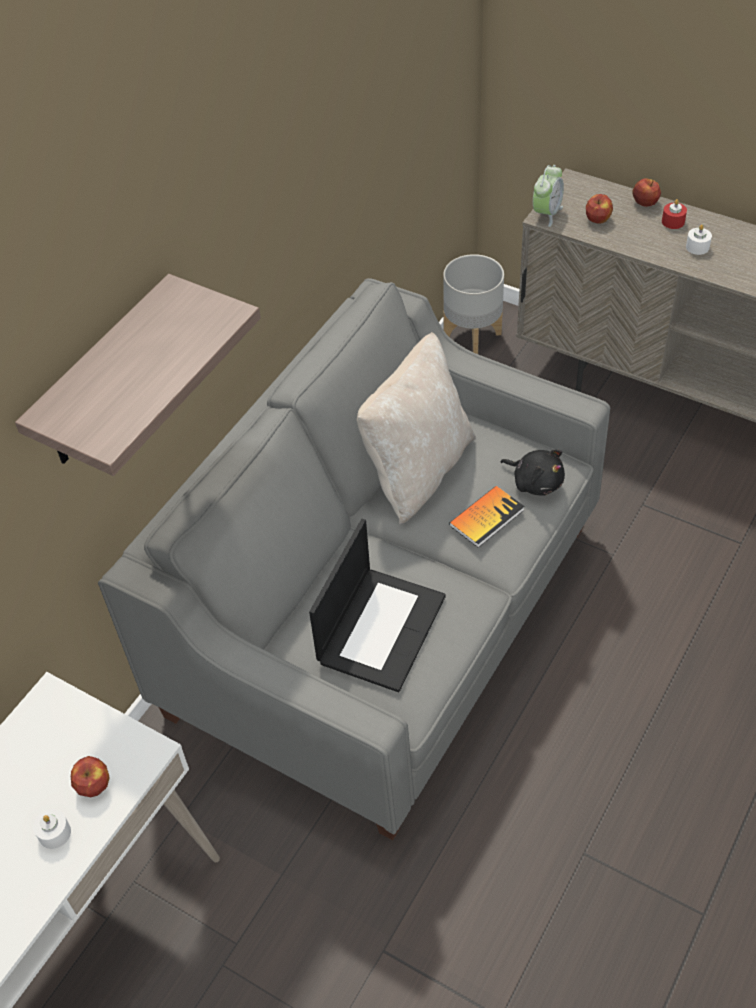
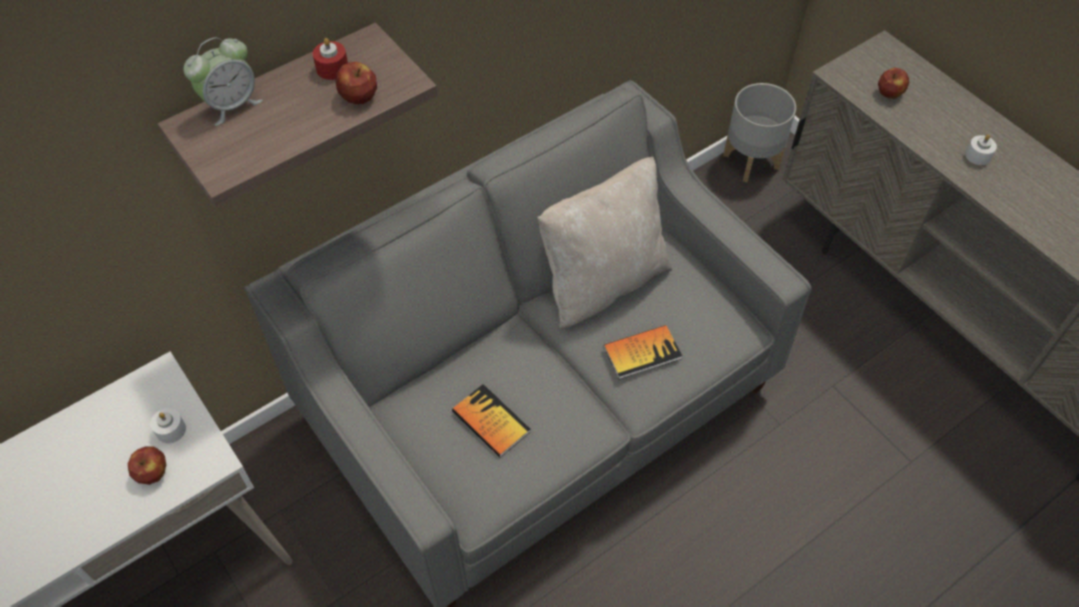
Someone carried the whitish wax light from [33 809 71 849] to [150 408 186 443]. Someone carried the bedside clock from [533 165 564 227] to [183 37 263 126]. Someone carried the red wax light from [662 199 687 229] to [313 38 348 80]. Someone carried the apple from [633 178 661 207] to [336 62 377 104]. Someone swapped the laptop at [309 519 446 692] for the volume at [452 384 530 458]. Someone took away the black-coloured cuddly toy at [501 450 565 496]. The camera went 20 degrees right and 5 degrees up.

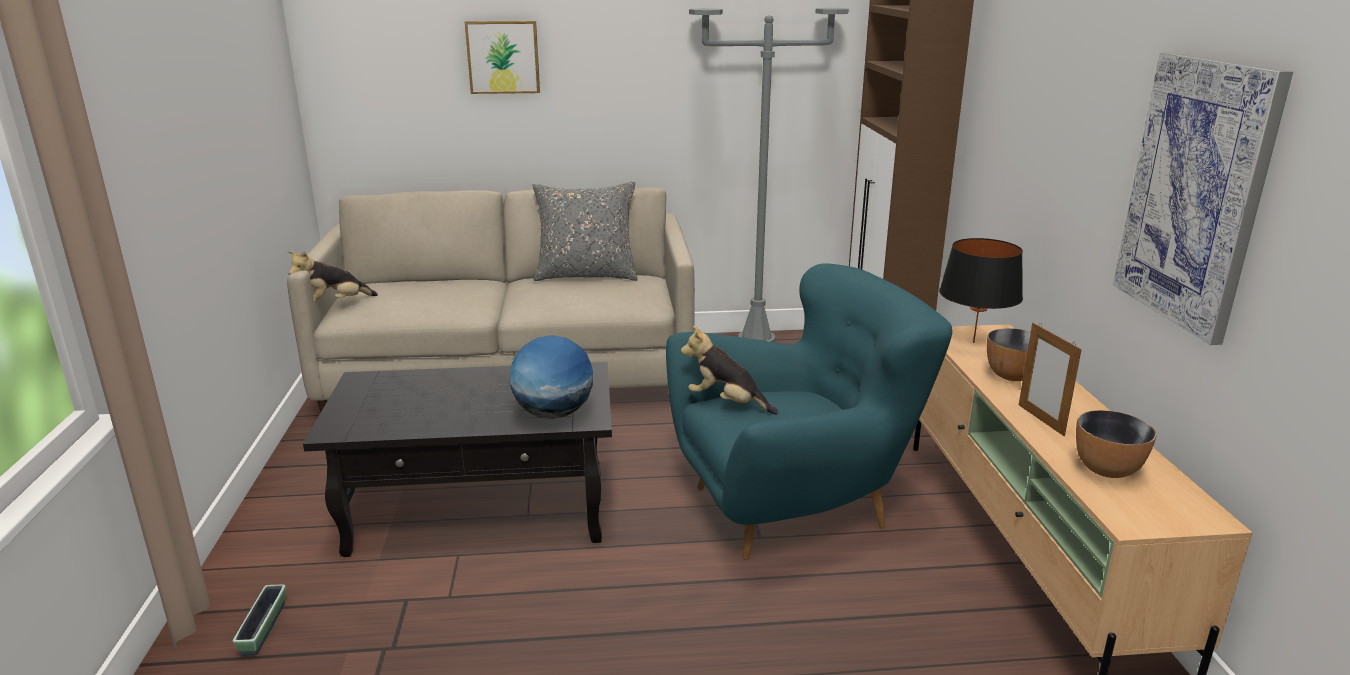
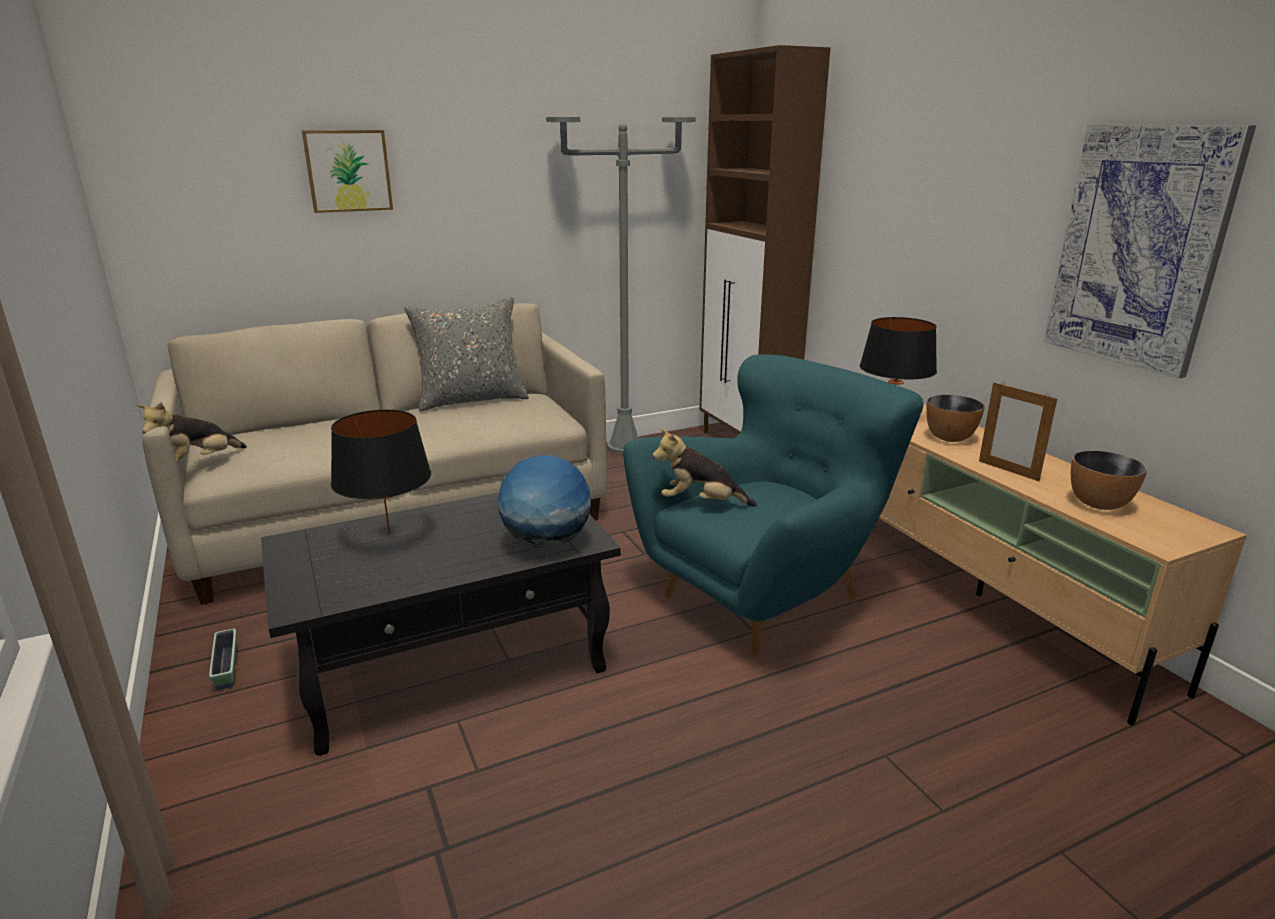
Someone carried the planter from [233 585 286 656] to [209 629 237 690]. Someone put down the black-coloured tabletop lamp at [331 410 431 535]. The camera went 20 degrees left and 0 degrees up.

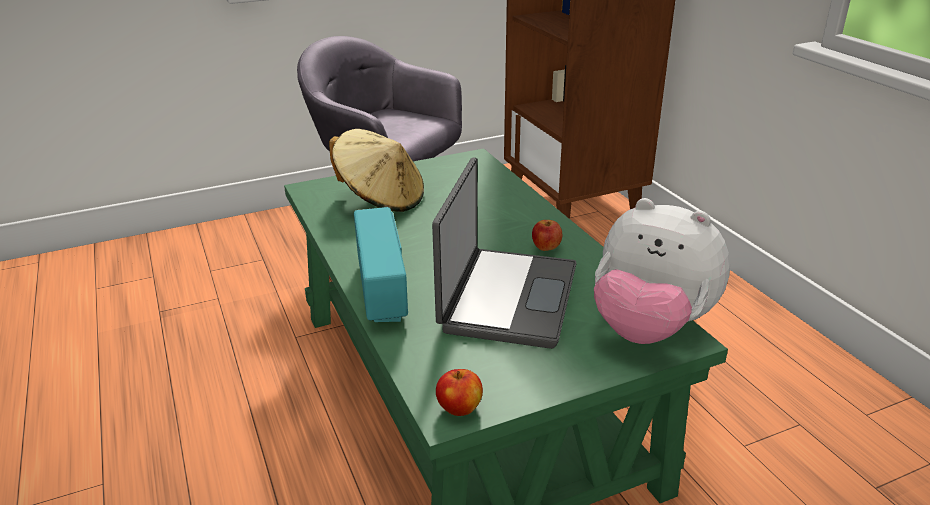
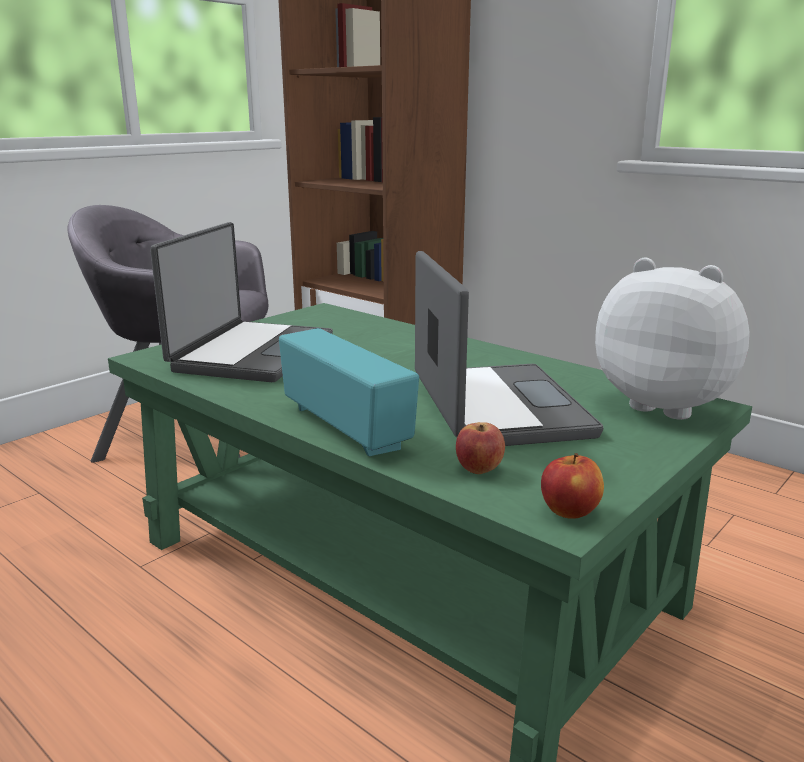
Someone swapped the sand-coloured hat at [329 129 424 212] for the laptop at [150 222 333 382]. Someone carried the apple from [532 220 562 251] to [456 422 505 474]. Someone rotated the cuddly toy at [594 198 730 344] by 150 degrees counterclockwise. The camera went 25 degrees left and 10 degrees down.

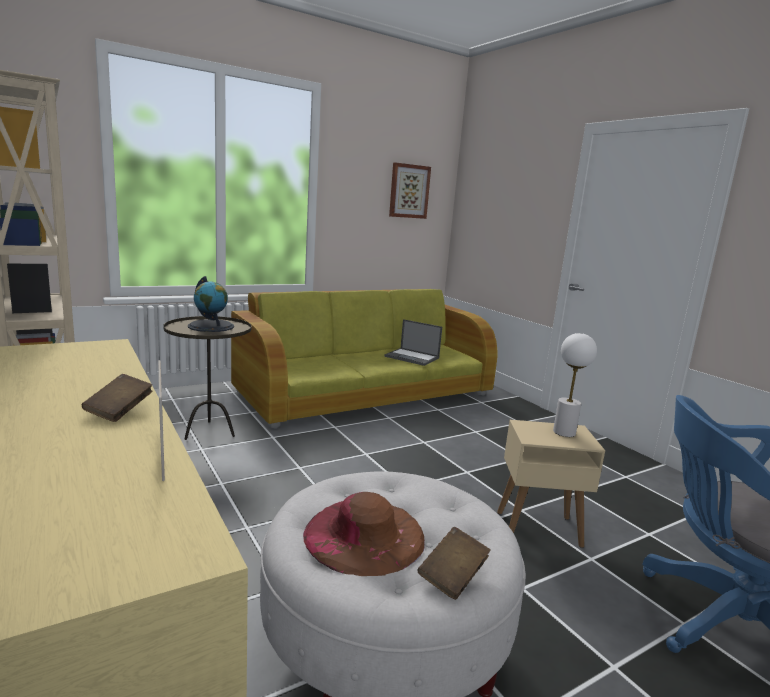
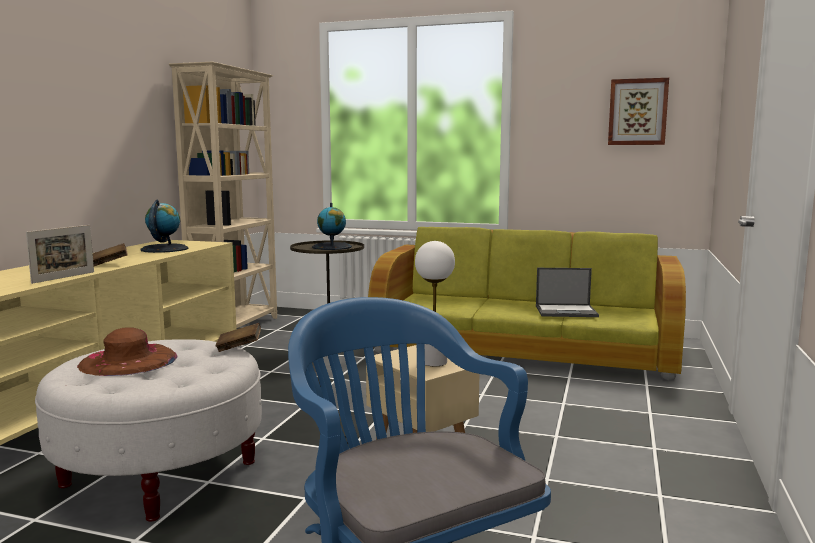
Someone put down the world globe at [140 200 189 253]. Someone carried the brown volume from [417 527 491 600] to [215 323 261 352]. Someone rotated the laptop at [384 319 442 366] by 75 degrees counterclockwise. The camera went 50 degrees right and 5 degrees down.

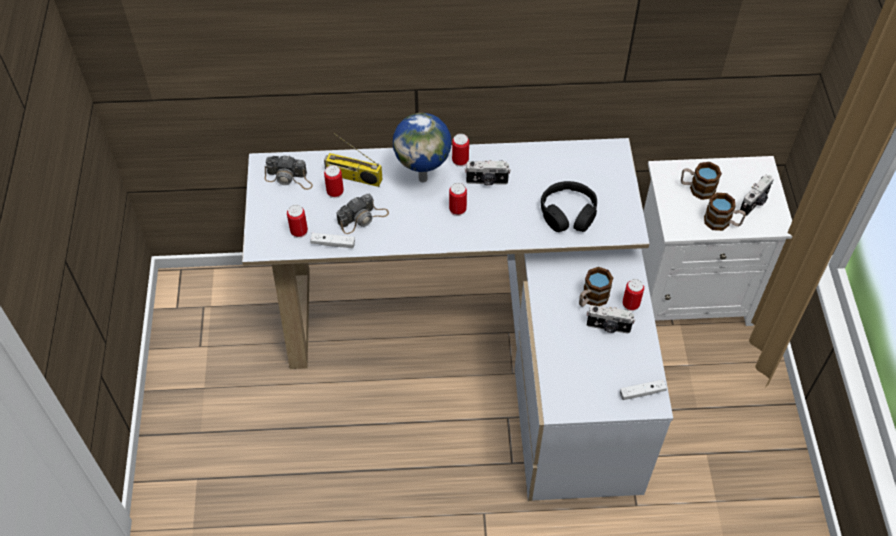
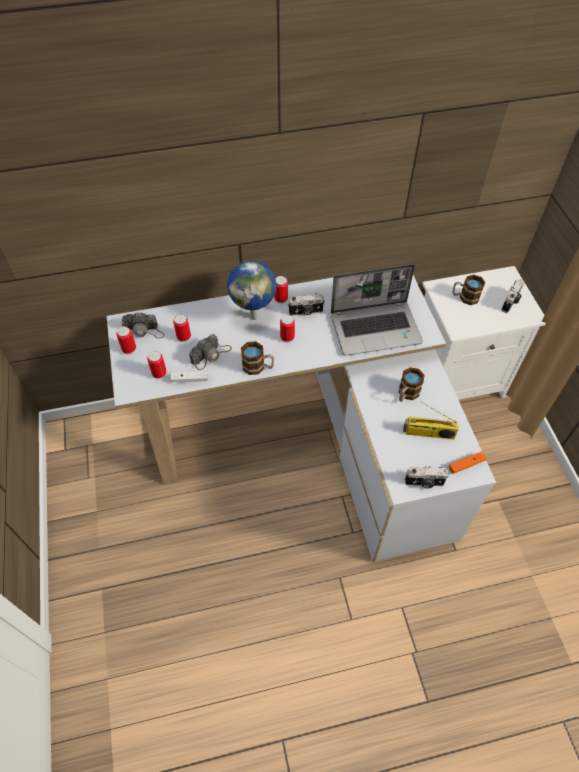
Someone carried the sealed can from [623 279 644 311] to [116 326 136 355]. Someone carried the tea mug from [704 193 746 231] to [241 341 274 375]. Someone swapped the black-coloured pair of headphones at [541 181 597 232] for the laptop at [331 264 423 356]. Someone carried the radio from [324 133 382 187] to [403 402 458 439]. Someone carried the photo camera from [587 305 635 334] to [405 466 449 489]. Someone repainted the whitish game controller at [620 379 667 400], which became the orange-coloured game controller at [449 451 486 474]. The camera went 10 degrees left and 0 degrees up.

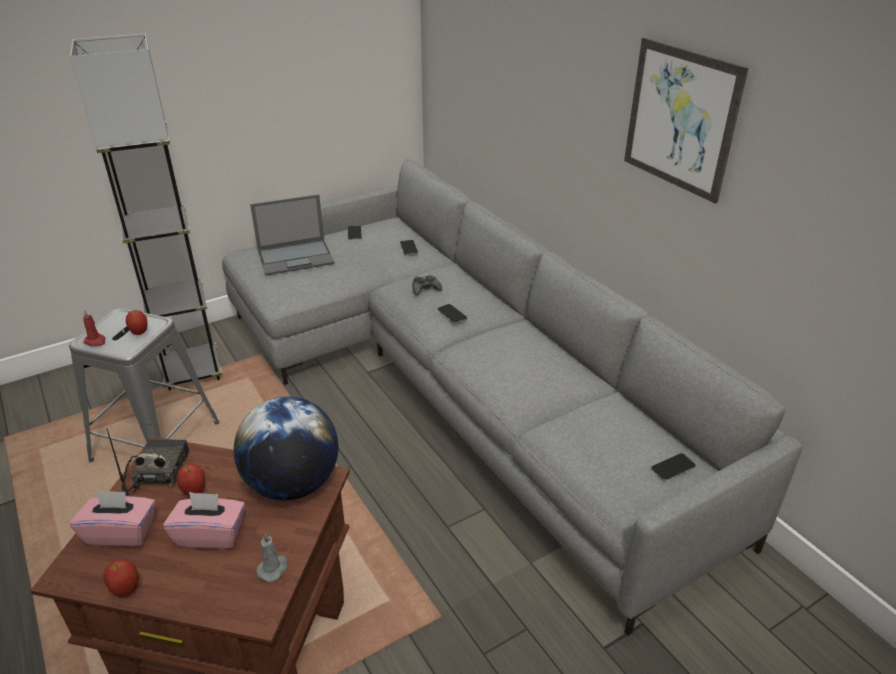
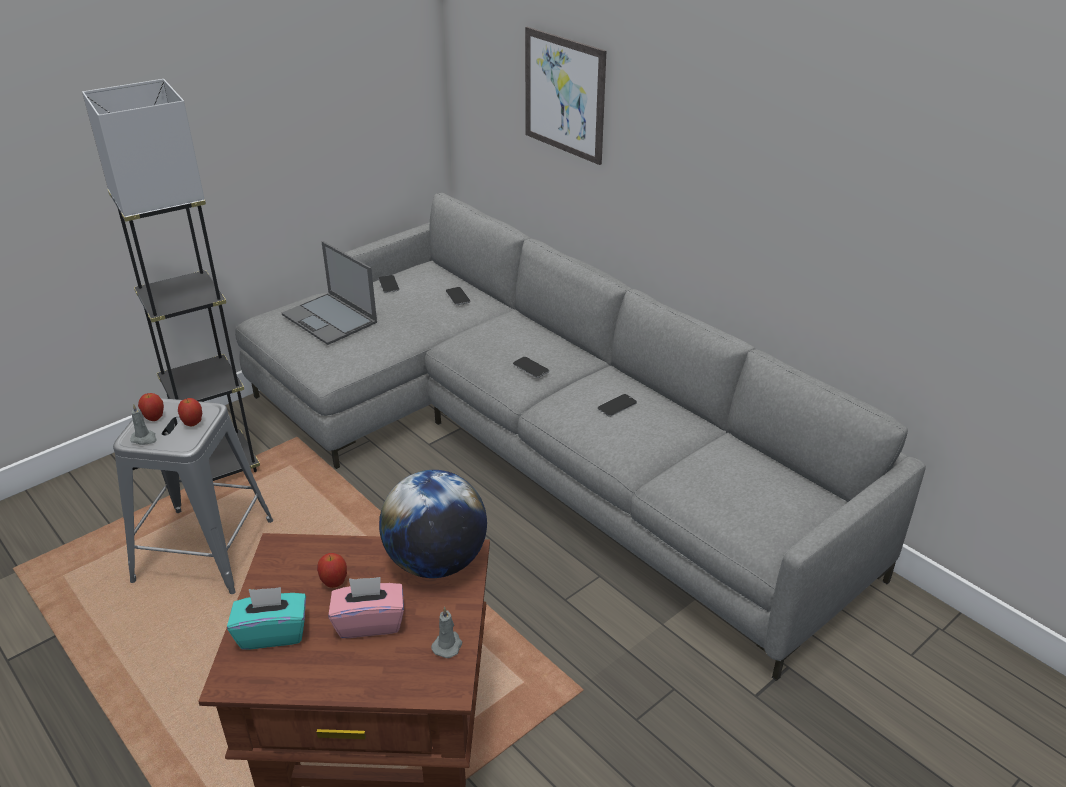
Someone repainted the red wax light at [83 310 105 346], which became the gray wax light at [130 403 157 445]. Someone carried the apple from [103 560 139 597] to [138 393 164 421]. Someone repainted the pink-coloured tissue box at [70 490 155 547], which became the turquoise-coloured tissue box at [227 587 306 650]. Someone rotated the laptop at [250 194 335 276] by 75 degrees clockwise. Someone carried the wall art from [624 38 748 204] to [525 27 606 165]. Someone carried the handset from [651 453 696 481] to [598 394 637 417]. Someone took away the radio at [106 428 189 495]. Someone took away the black-coloured game controller at [412 275 442 295]. The camera went 10 degrees left and 0 degrees up.

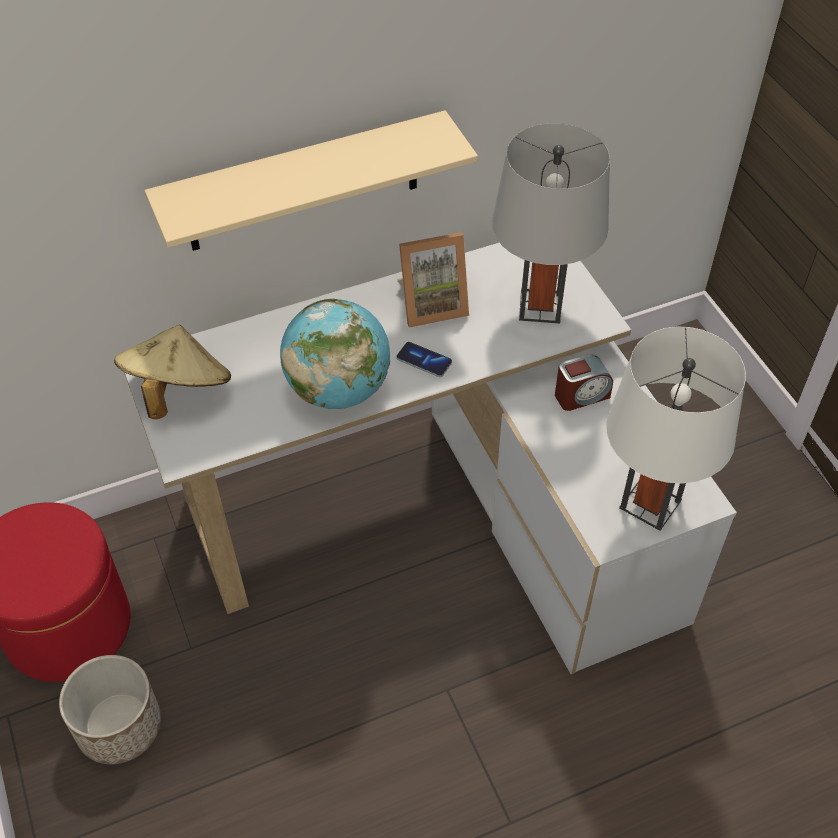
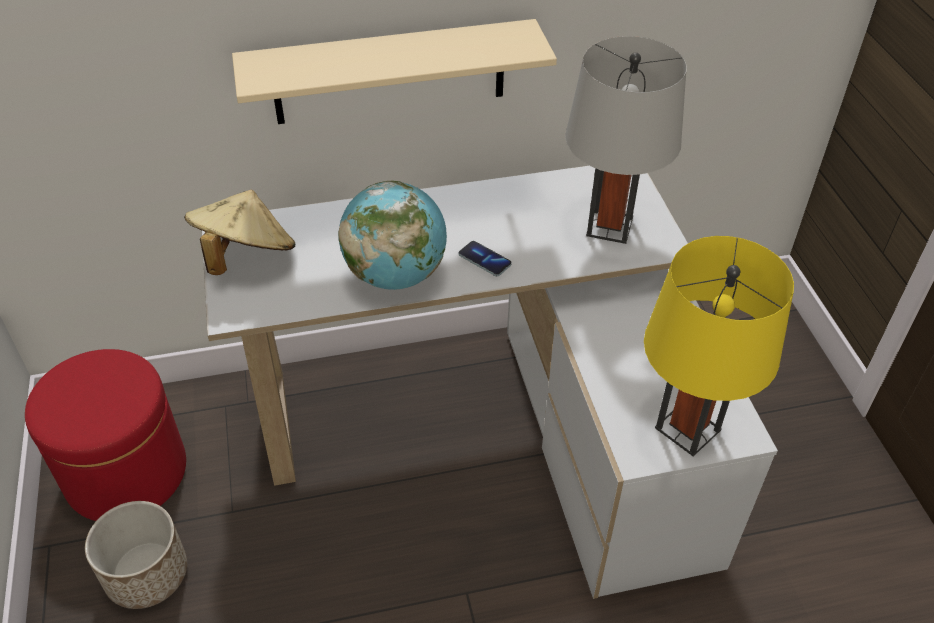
Someone repainted the whitish tabletop lamp at [606 326 746 531], which became the yellow tabletop lamp at [644 236 794 456]. Someone took away the picture frame at [397 232 469 328]. Someone took away the bedside clock at [555 355 613 411]. The camera went 10 degrees right and 5 degrees down.

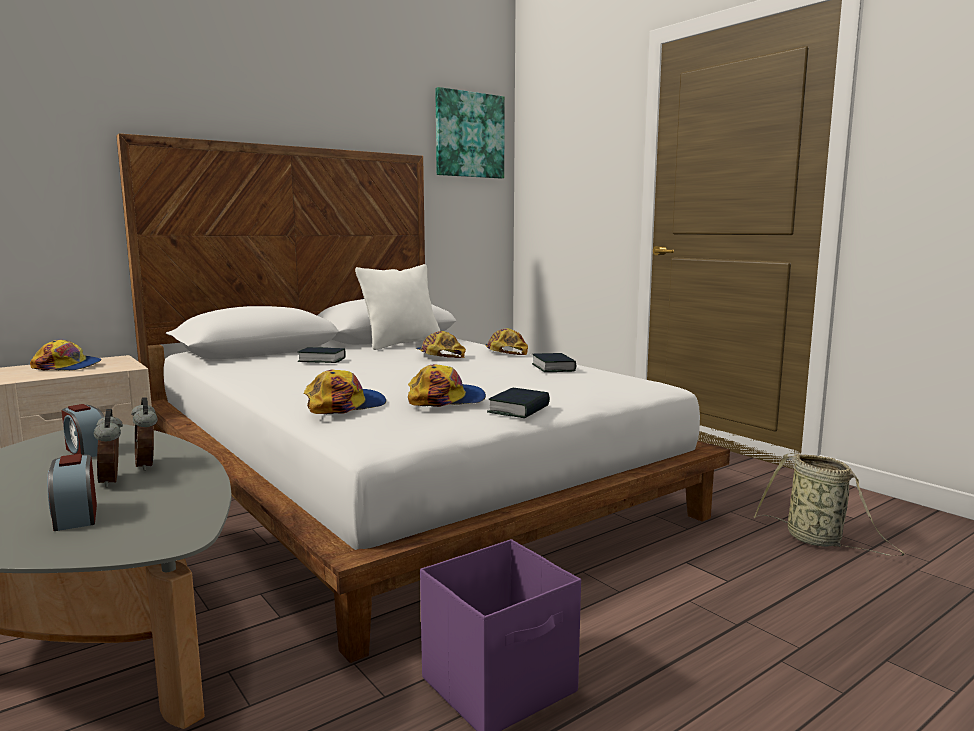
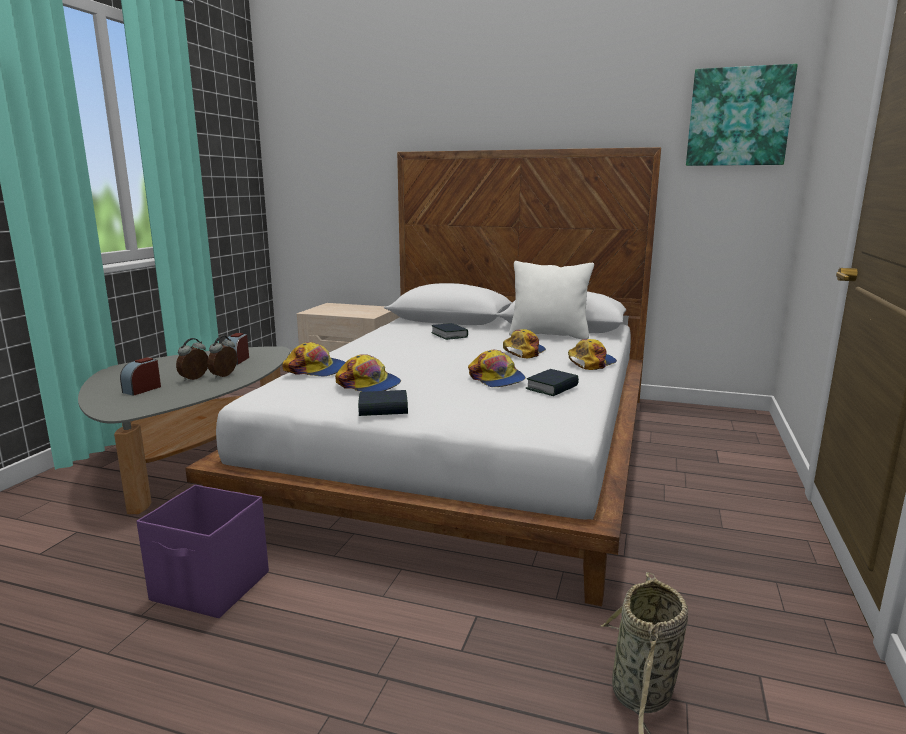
Someone carried the baseball cap from [30 340 102 370] to [468 350 526 387]. The camera went 55 degrees right and 5 degrees up.

